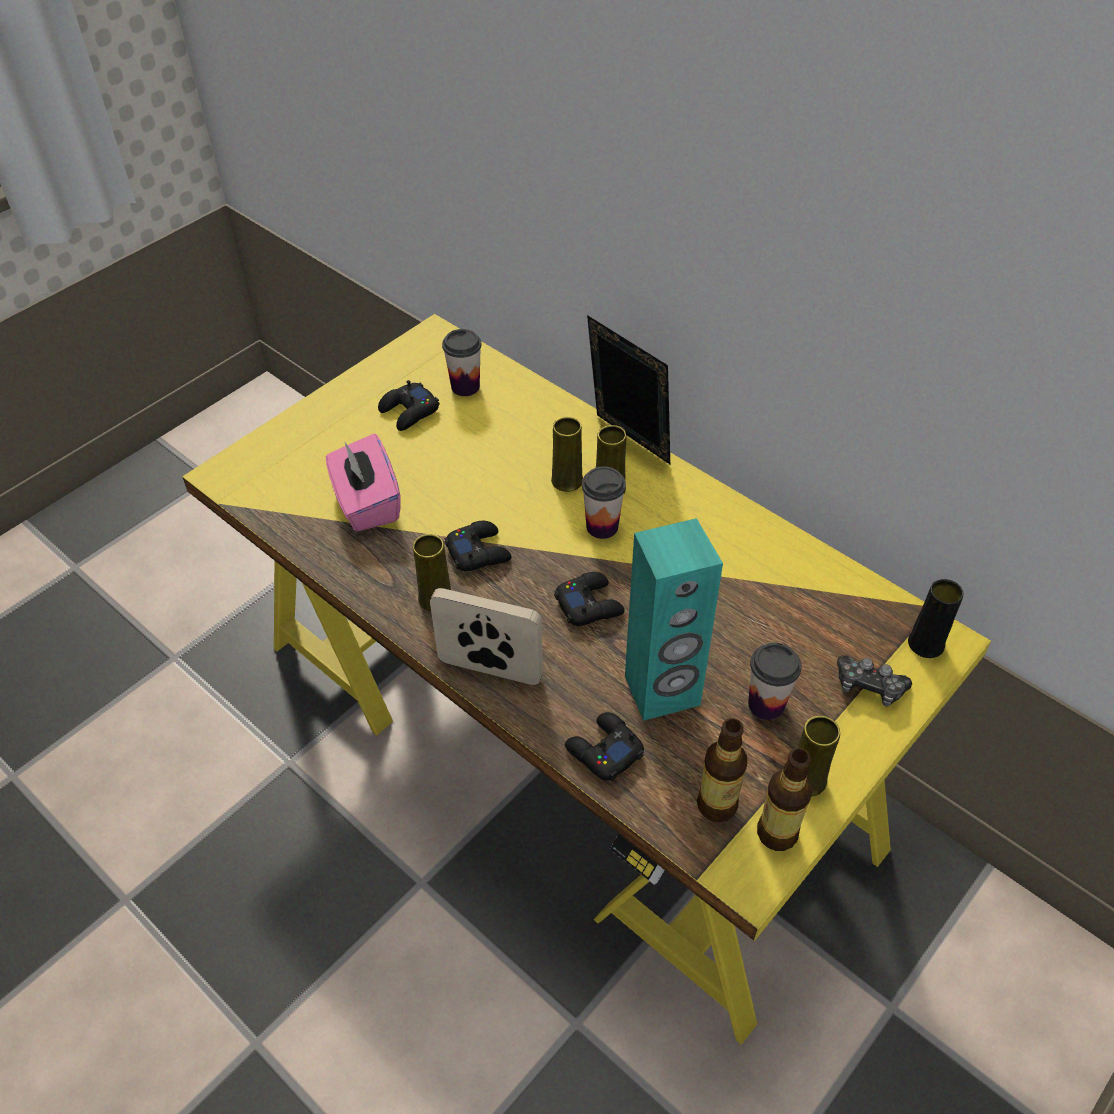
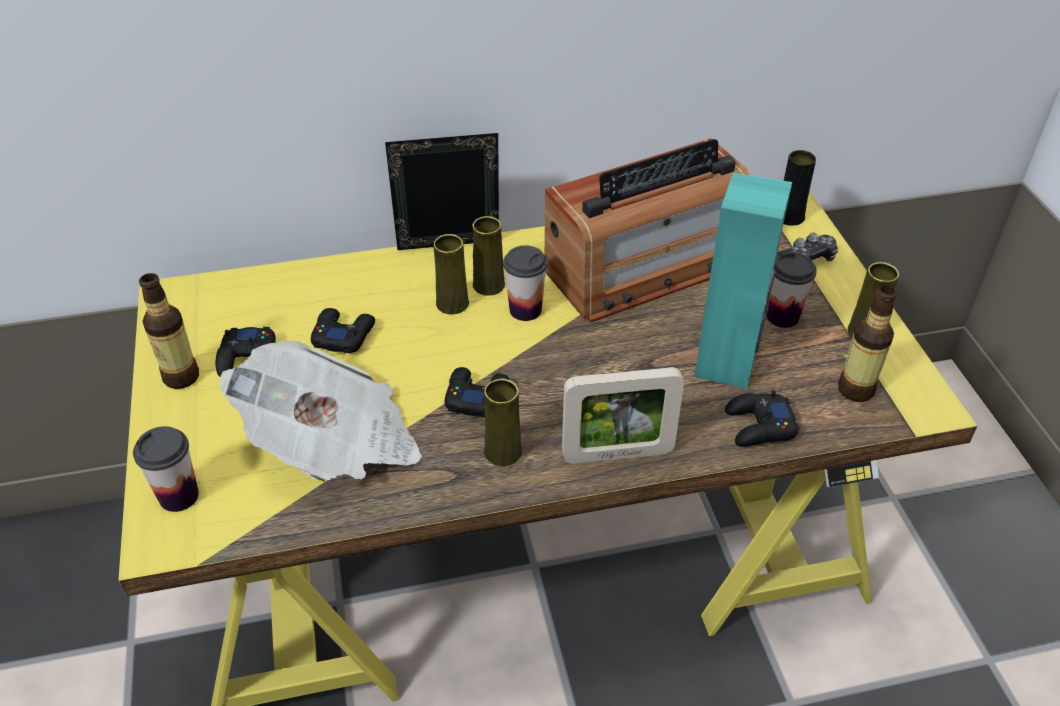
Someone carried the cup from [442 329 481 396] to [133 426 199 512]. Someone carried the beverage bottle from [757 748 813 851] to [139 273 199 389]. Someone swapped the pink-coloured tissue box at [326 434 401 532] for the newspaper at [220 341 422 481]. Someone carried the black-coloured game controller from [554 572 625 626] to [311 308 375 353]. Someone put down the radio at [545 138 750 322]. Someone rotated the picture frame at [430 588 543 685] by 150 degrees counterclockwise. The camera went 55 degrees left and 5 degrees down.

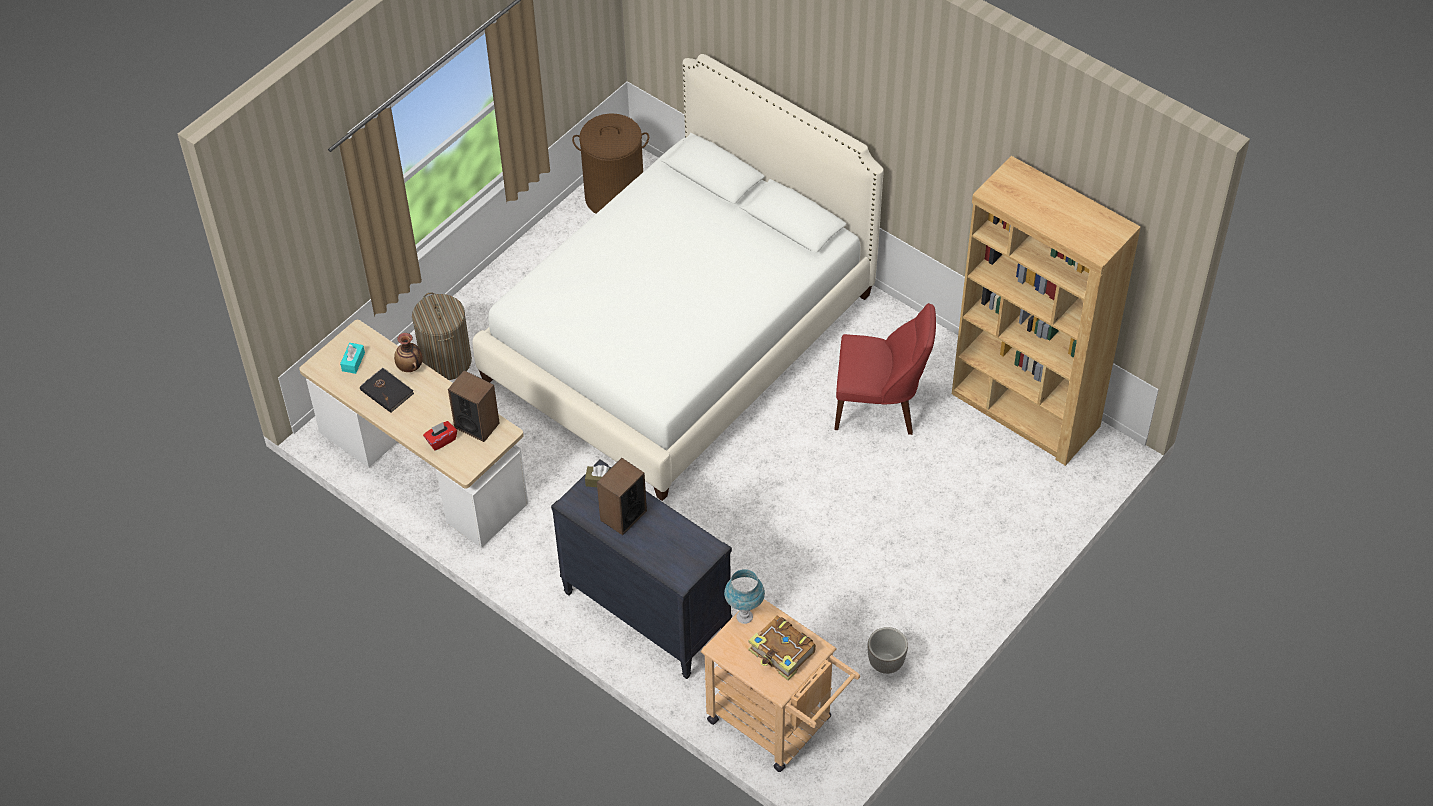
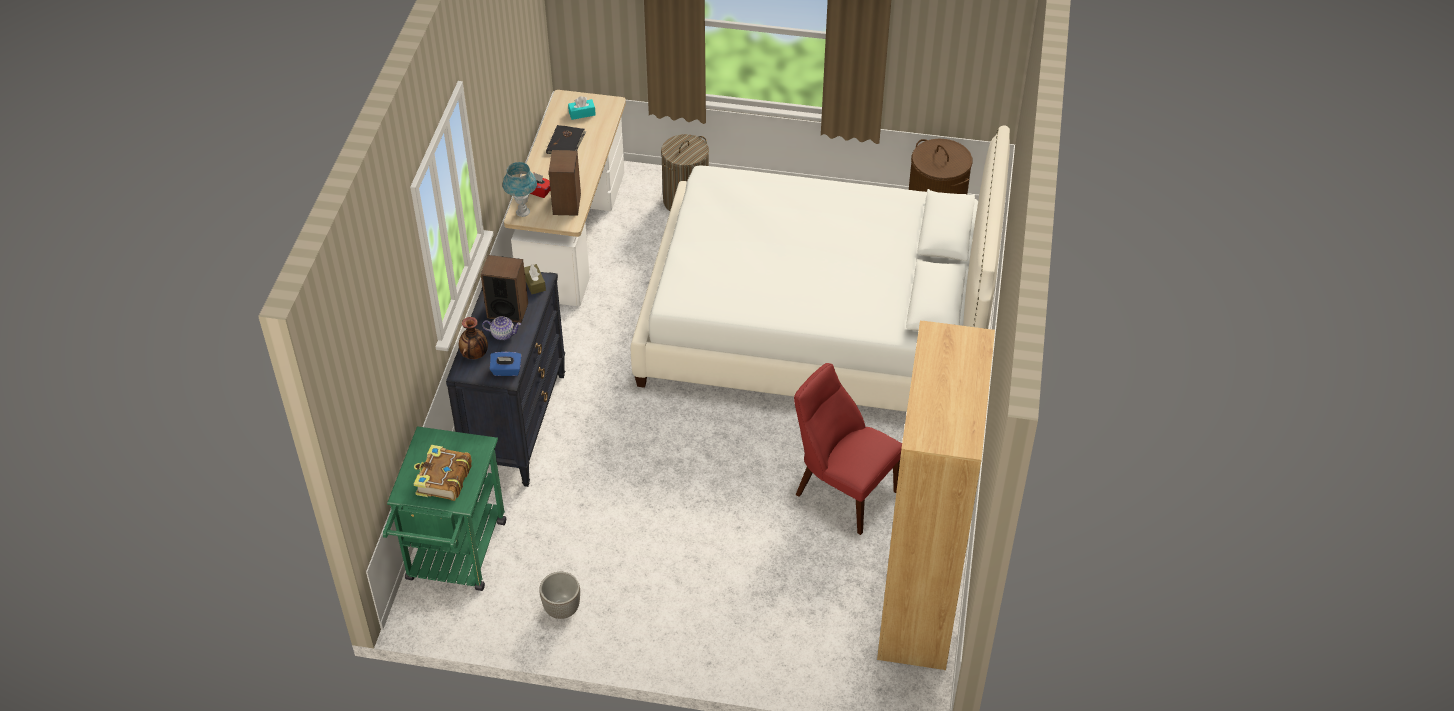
Someone repainted the sand-coloured trolley at [701 599 860 772], which became the greenish trolley at [383 426 506 591]. Someone carried the vase from [394 333 423 372] to [459 317 488 359]. Someone put down the teapot at [482 316 521 340]. Someone put down the bluish tissue box at [490 352 521 376]. Someone carried the bluish tabletop lamp from [724 569 765 624] to [503 162 537 217]. Someone rotated the red chair at [834 303 936 435] by 150 degrees clockwise. The camera went 60 degrees right and 5 degrees down.

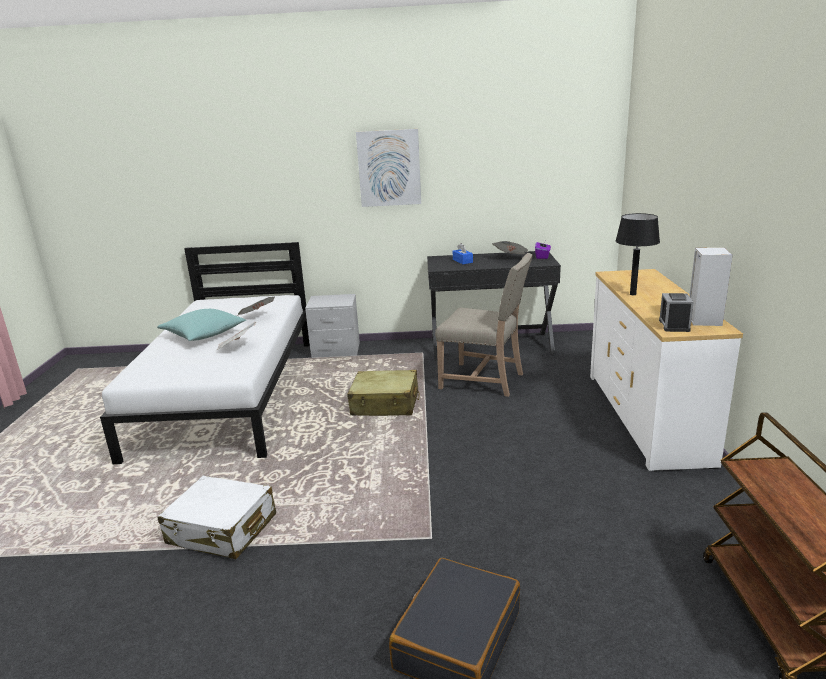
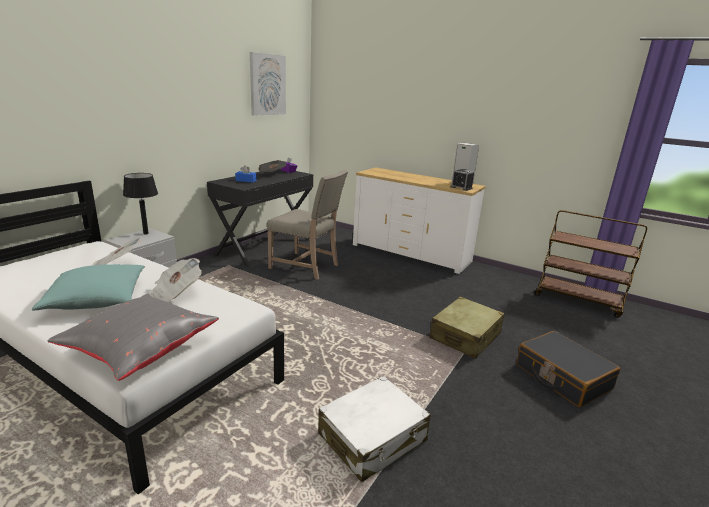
Someone put down the gray pillow at [48 294 219 381]. Someone carried the black-coloured tabletop lamp from [615 213 660 295] to [123 173 158 235]. Someone carried the wall art from [356 129 421 207] to [250 52 286 116]. Someone rotated the sand-coloured chair at [435 253 533 397] by 60 degrees clockwise. Someone carried the sand-coloured piece of luggage from [347 370 420 416] to [429 297 505 359]. The camera went 60 degrees left and 0 degrees up.

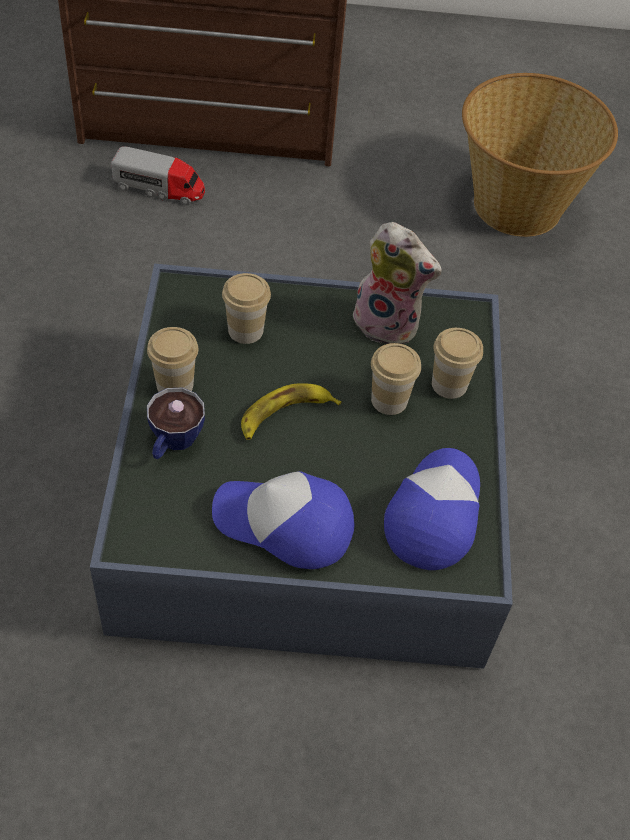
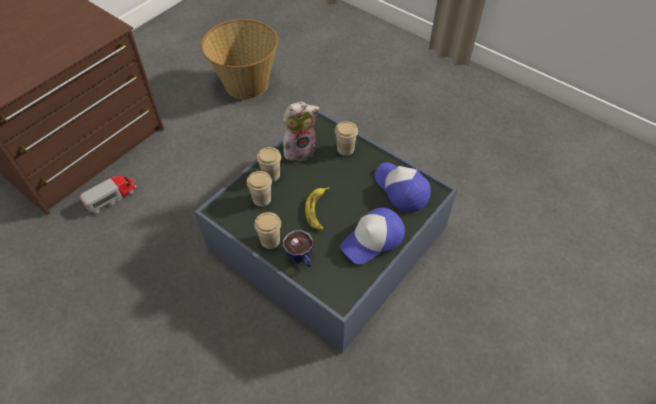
Someone carried the cup from [371 343 421 415] to [257 147 281 182]. The camera went 50 degrees left and 0 degrees up.

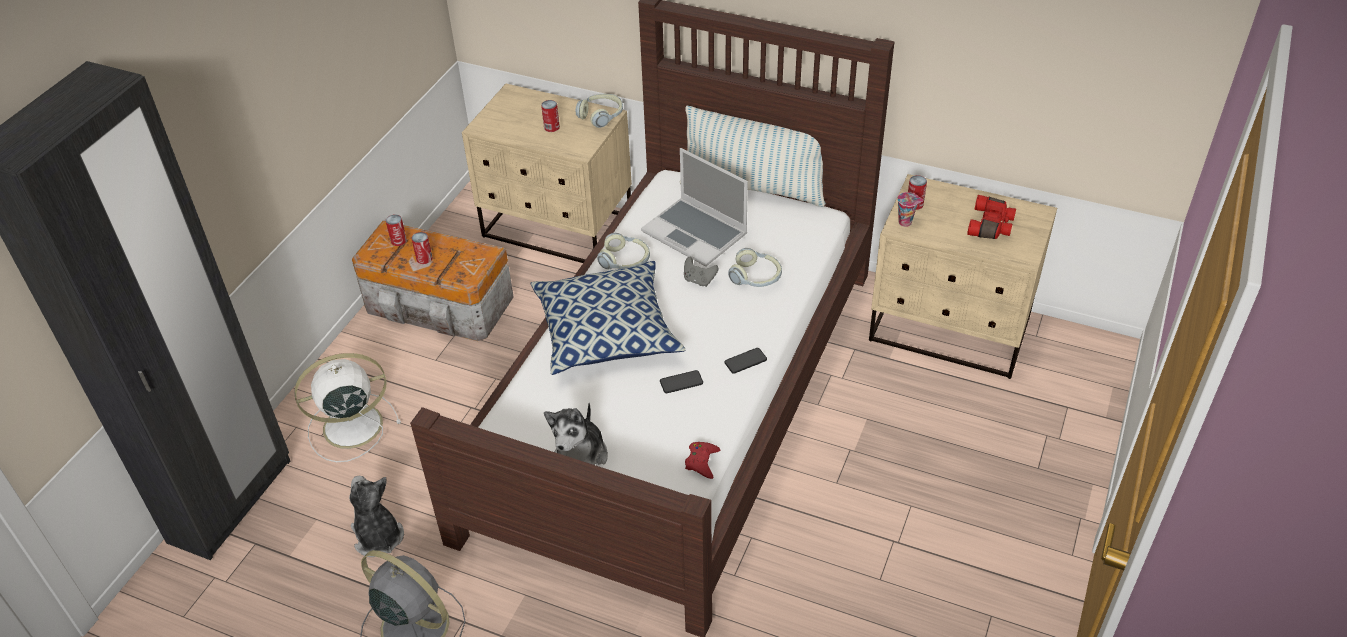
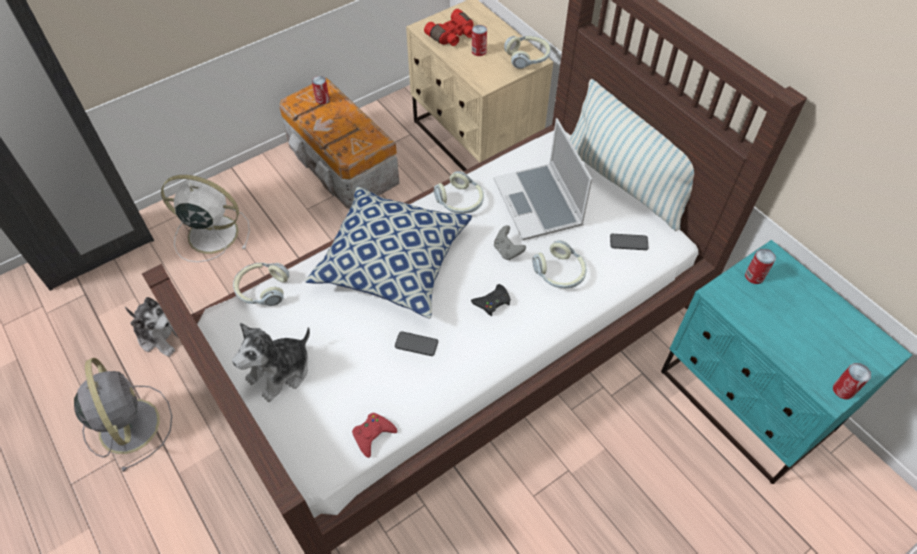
Someone rotated the cuddly toy at [349 476 404 557] by 120 degrees clockwise. Someone put down the pair of headphones at [233 263 289 306]. Someone carried the red pair of binoculars from [967 195 1016 239] to [424 9 473 46]. Someone put down the black-coloured game controller at [471 284 511 316]. Someone carried the handset from [724 348 767 374] to [610 234 649 250]. Someone repainted the sand-coloured nightstand at [869 174 1057 379], which became the turquoise-coloured nightstand at [661 240 912 484]. Someone carried the sealed can from [412 232 433 264] to [833 363 871 400]. Someone took away the cup at [897 192 923 227]. The camera went 30 degrees right and 10 degrees up.

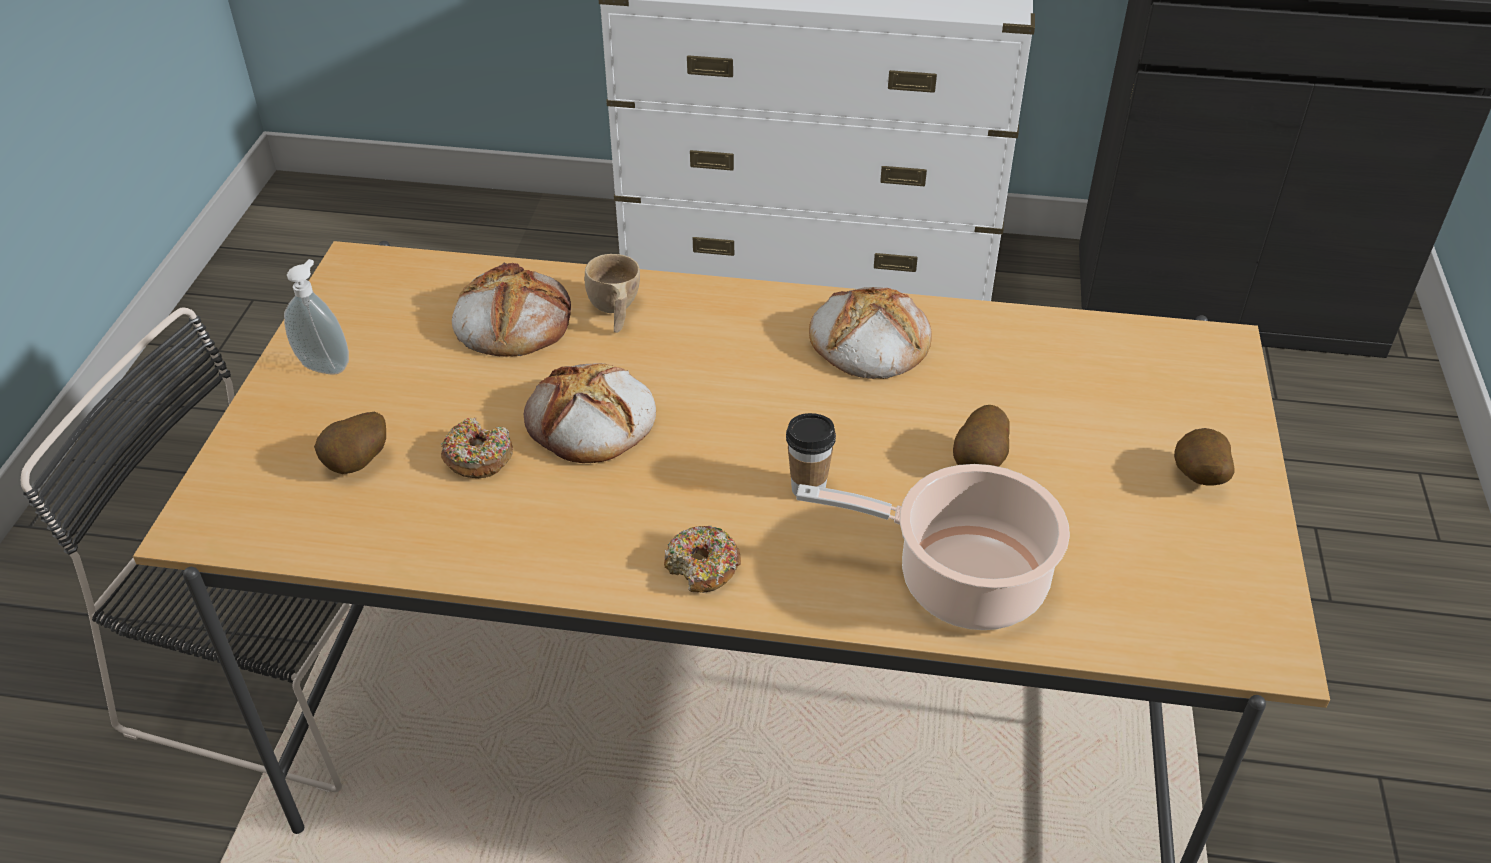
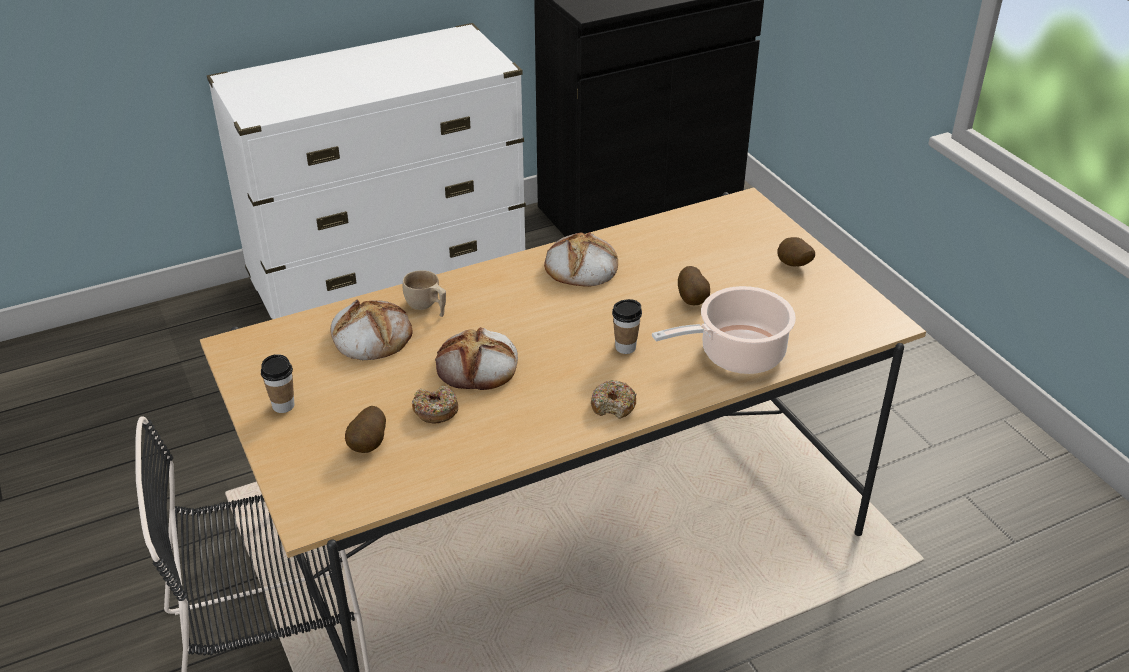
Someone swapped the soap bottle at [284 259 349 374] for the cup at [261 354 294 413]. The camera went 35 degrees left and 5 degrees down.

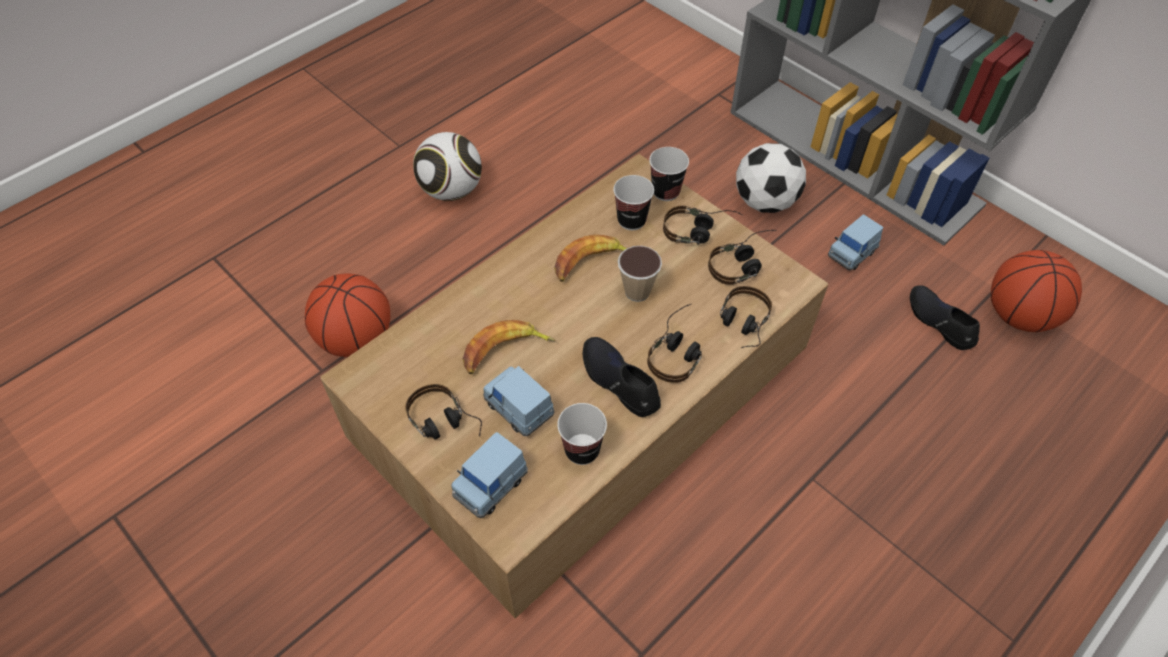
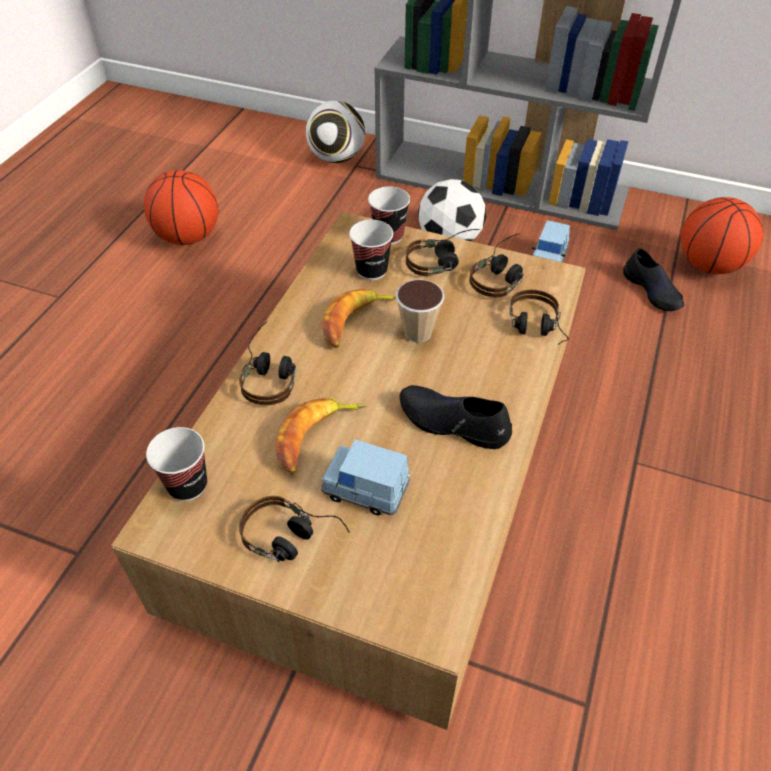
Someone carried the basketball from [305 273 390 357] to [144 170 218 245]. Someone carried the cup from [557 403 607 465] to [146 427 207 501]. Someone carried the pair of headphones from [647 304 702 383] to [239 322 297 405]. Someone carried the football ball from [413 132 482 201] to [306 101 365 163]. Someone rotated the black-coloured item of footwear at [910 285 980 350] by 150 degrees counterclockwise. Someone took away the bluish miniature car at [451 432 528 518]. The camera went 25 degrees left and 5 degrees down.

